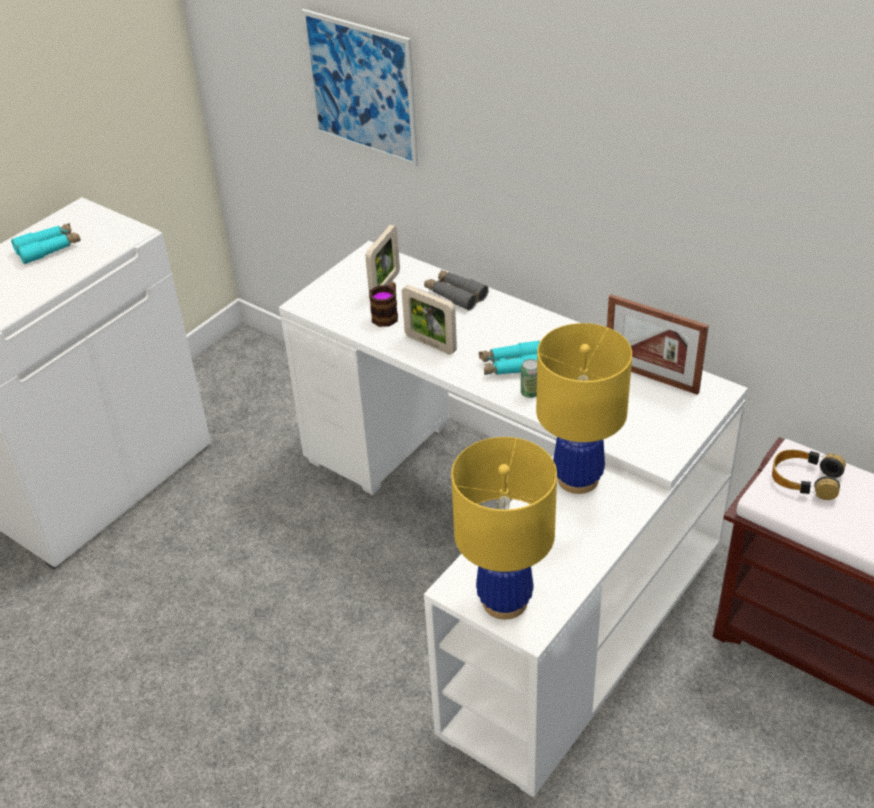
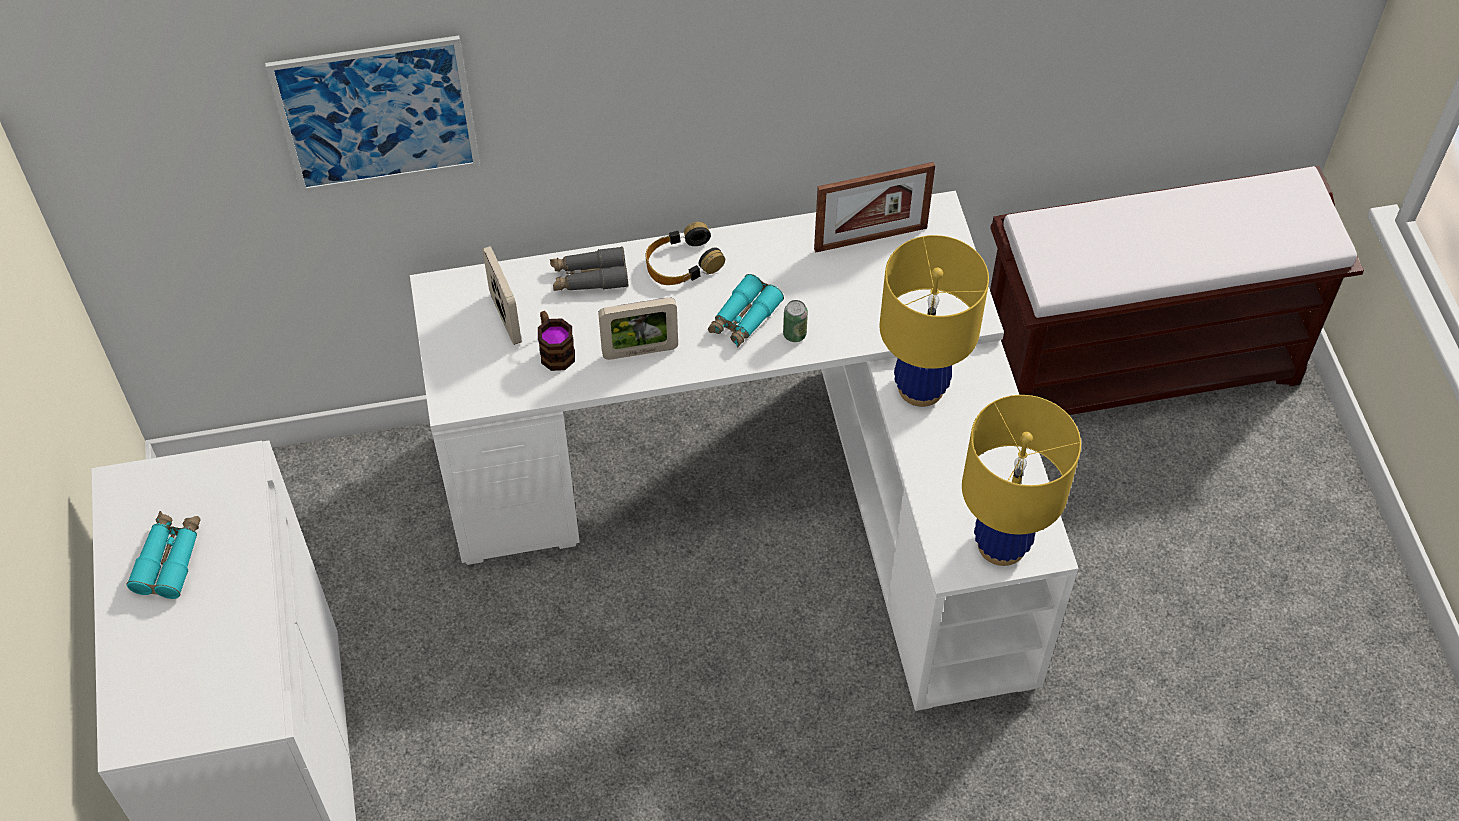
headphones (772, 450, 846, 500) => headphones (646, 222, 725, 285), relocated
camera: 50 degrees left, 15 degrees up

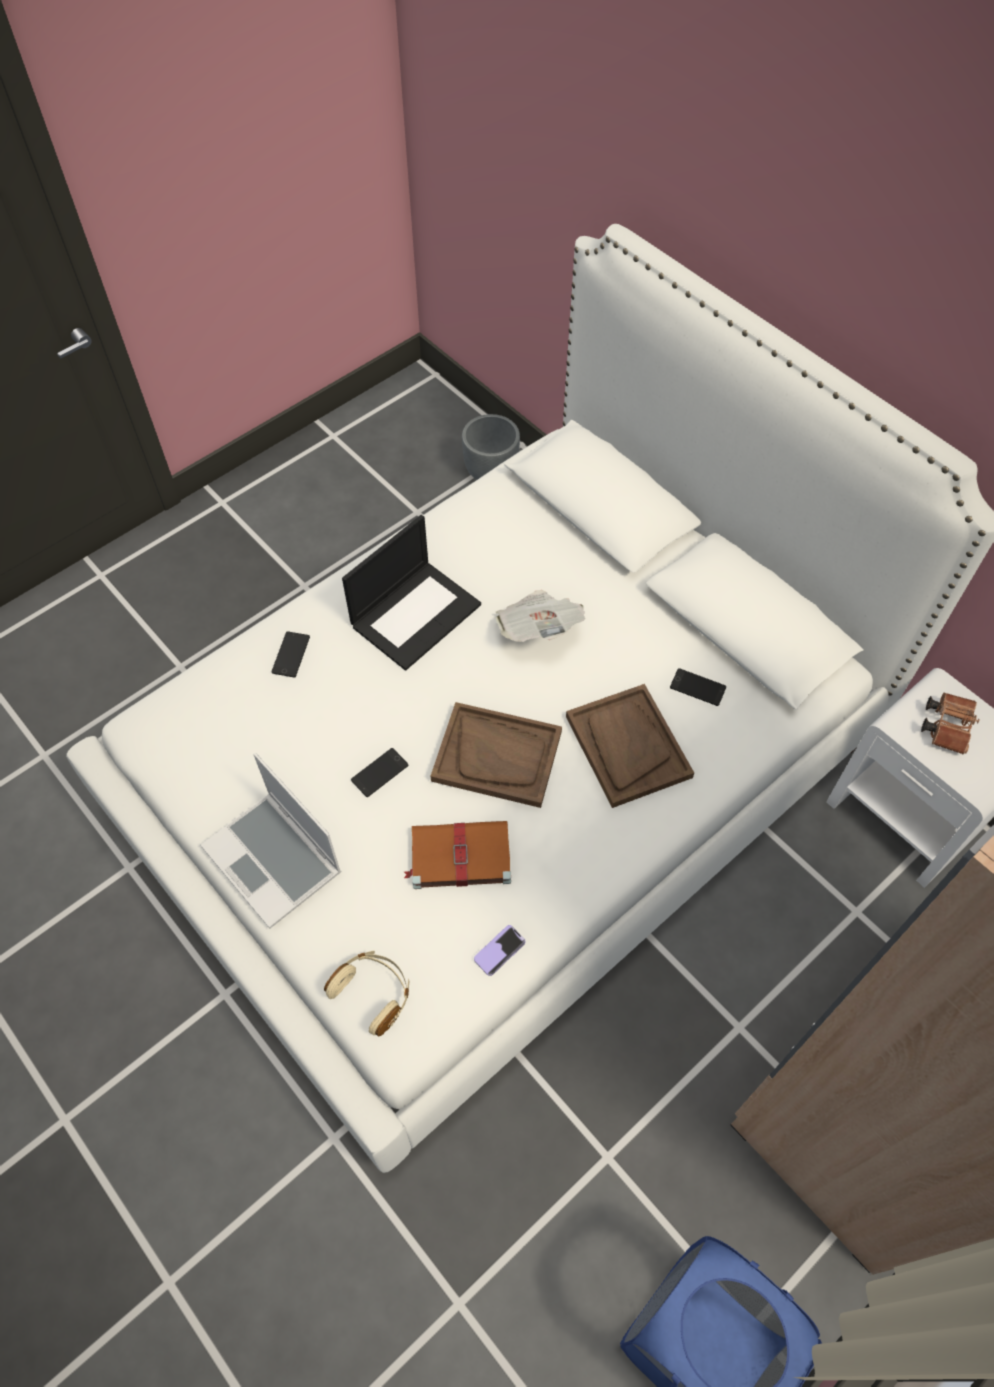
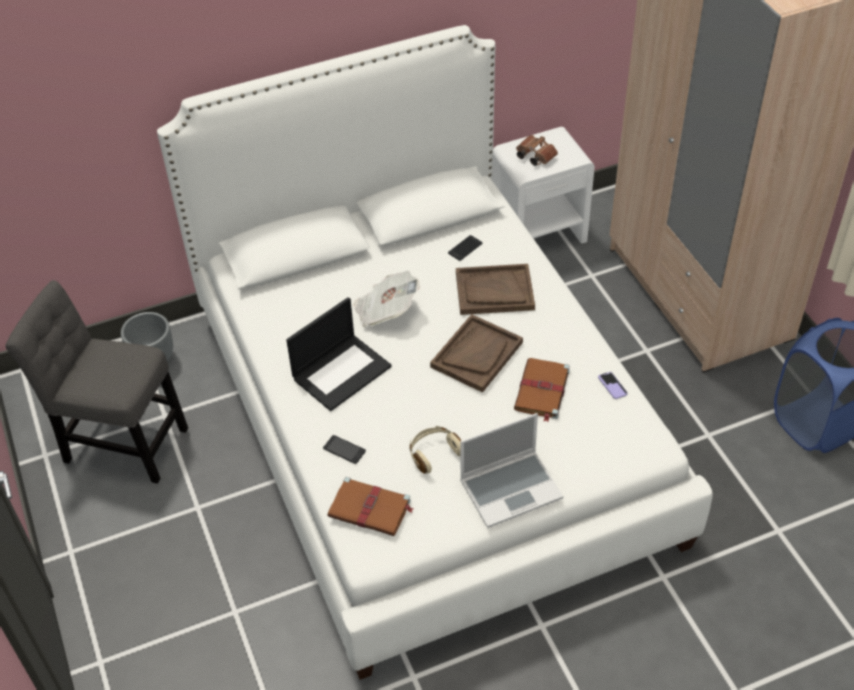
telephone (351, 748, 408, 797) => nothing
nothing => grey plain chair (5, 280, 188, 484)
nothing => brownish bound book (328, 477, 414, 536)
beige-coloured headphones (324, 951, 409, 1036) => beige-coloured headphones (410, 426, 461, 474), relocated
portable computer (342, 515, 481, 671) => portable computer (286, 297, 392, 411), 75 degrees clockwise
camera: 70 degrees left, 10 degrees down

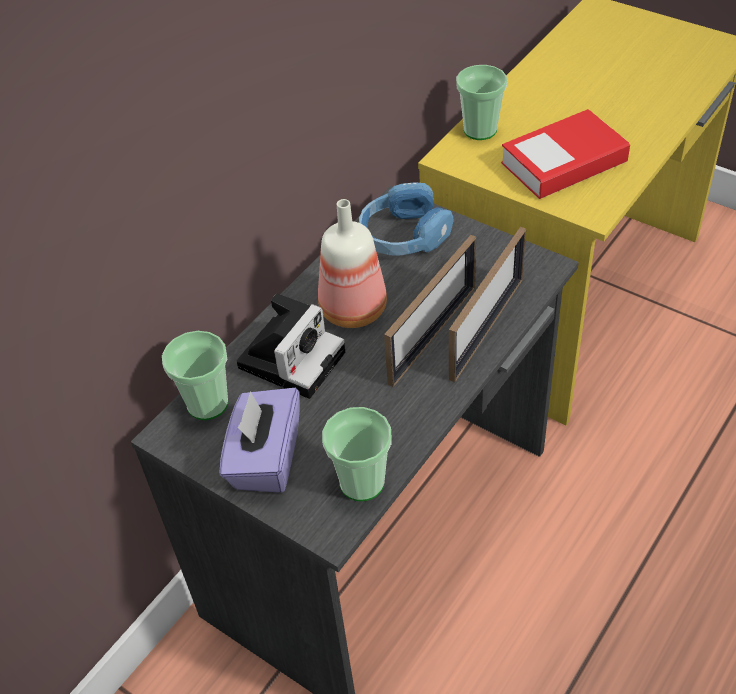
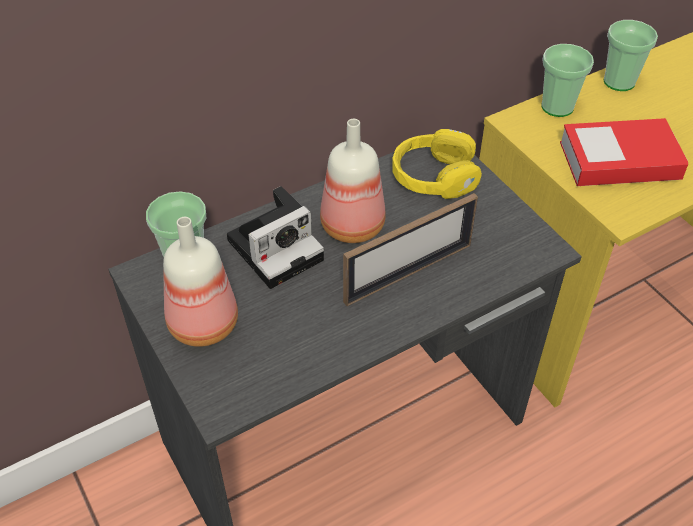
standing frame (449, 227, 526, 382) => nothing
cup (322, 407, 392, 501) => cup (604, 20, 658, 91), relocated
purple-coloured tissue holder (220, 388, 300, 493) => bottle (163, 217, 238, 347)
blue-coloured headphones (359, 182, 454, 256) => yellow headphones (392, 129, 482, 199)
camera: 20 degrees right, 0 degrees up

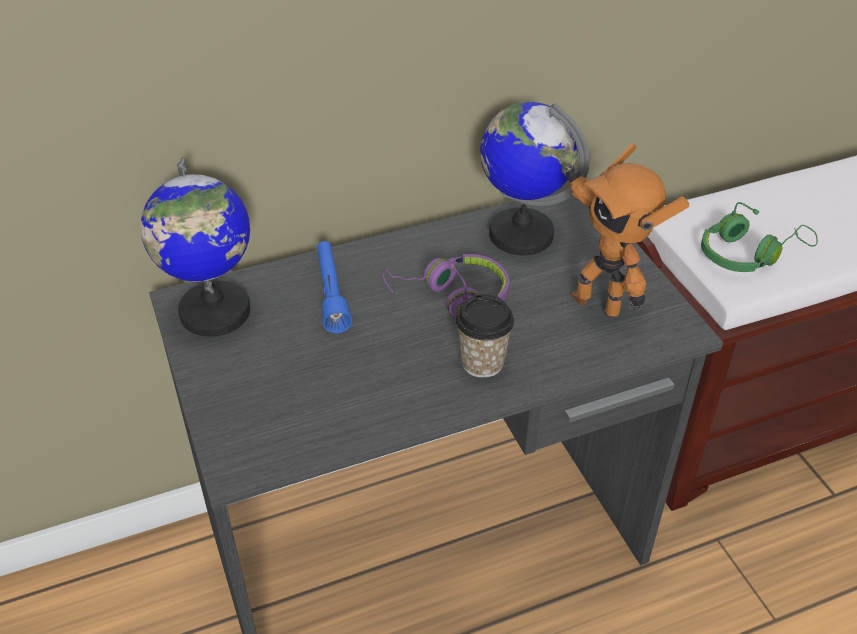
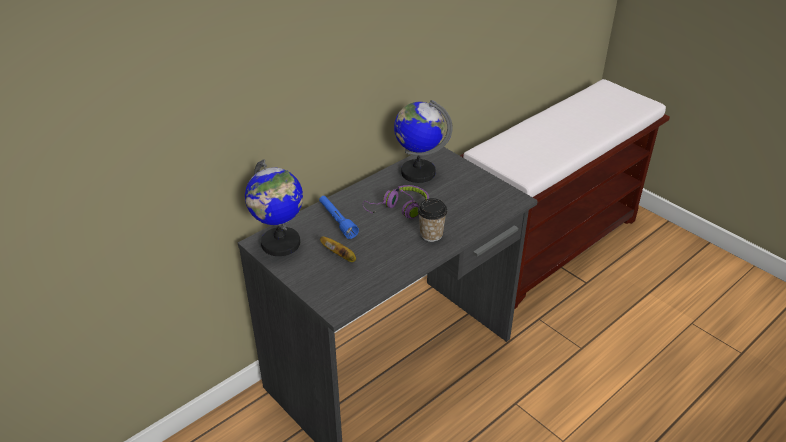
model robot (563, 143, 689, 317) => nothing
green-coloured headphones (701, 202, 818, 272) => nothing
nothing => banana fruit (320, 236, 356, 262)
camera: 20 degrees left, 5 degrees down

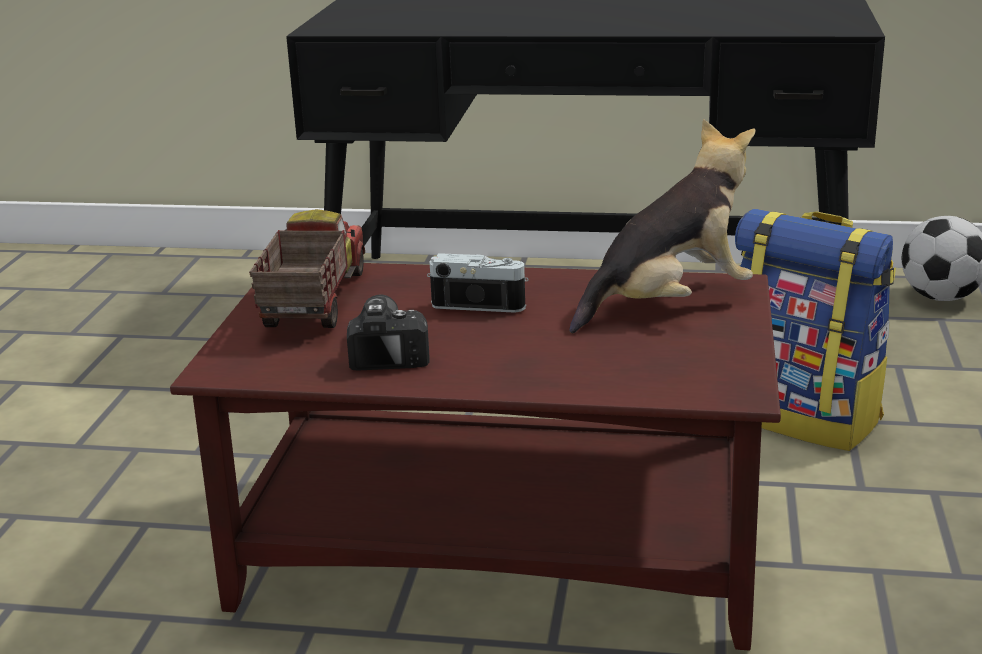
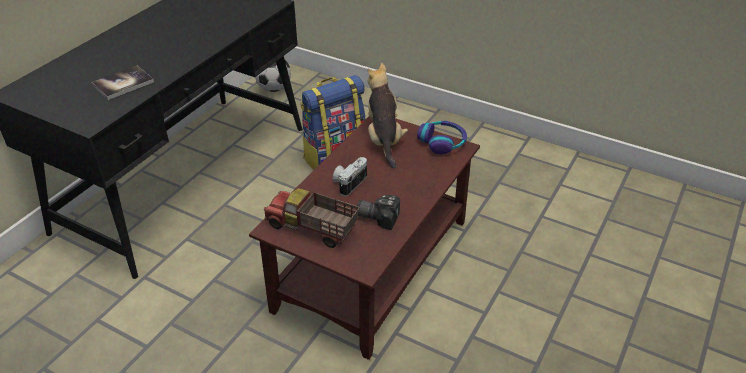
nothing => bound book (92, 66, 154, 100)
nothing => headphones (417, 121, 467, 155)
camera: 70 degrees left, 15 degrees up

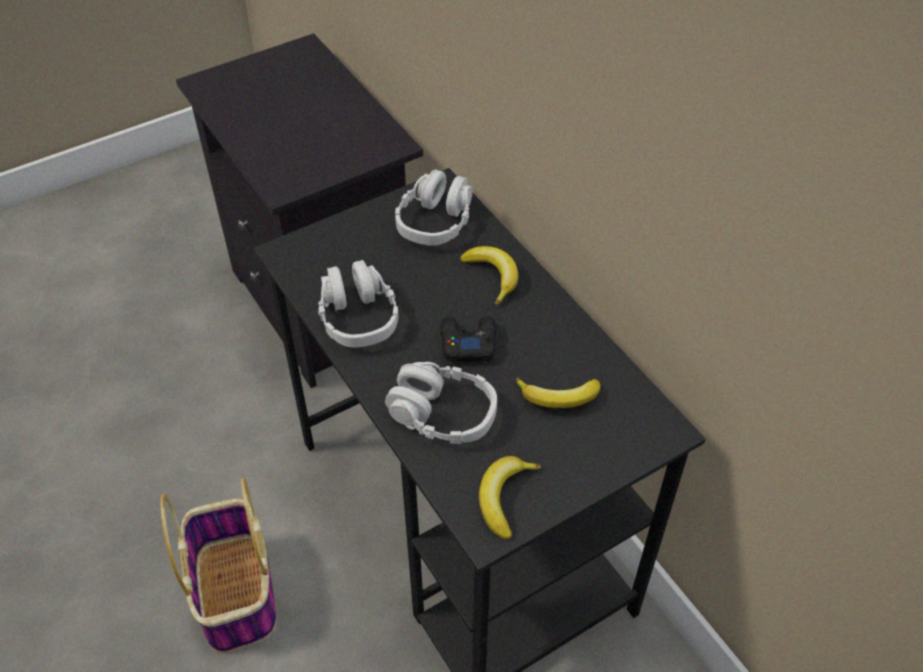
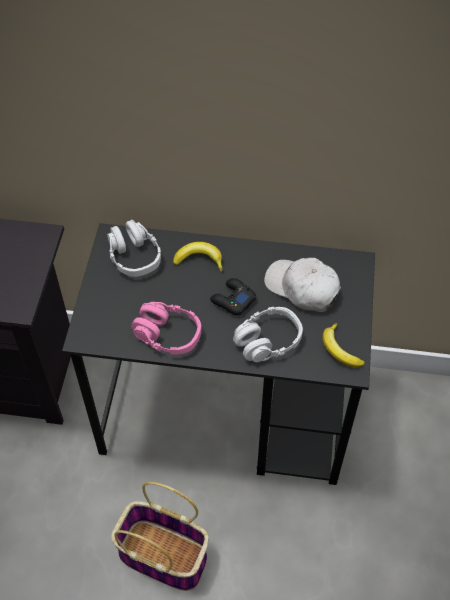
banana fruit (516, 378, 601, 408) => whitish baseball cap (264, 258, 341, 312)
grey headphones (318, 260, 398, 348) => pink-coloured headphones (131, 302, 201, 355)
camera: 50 degrees left, 5 degrees up

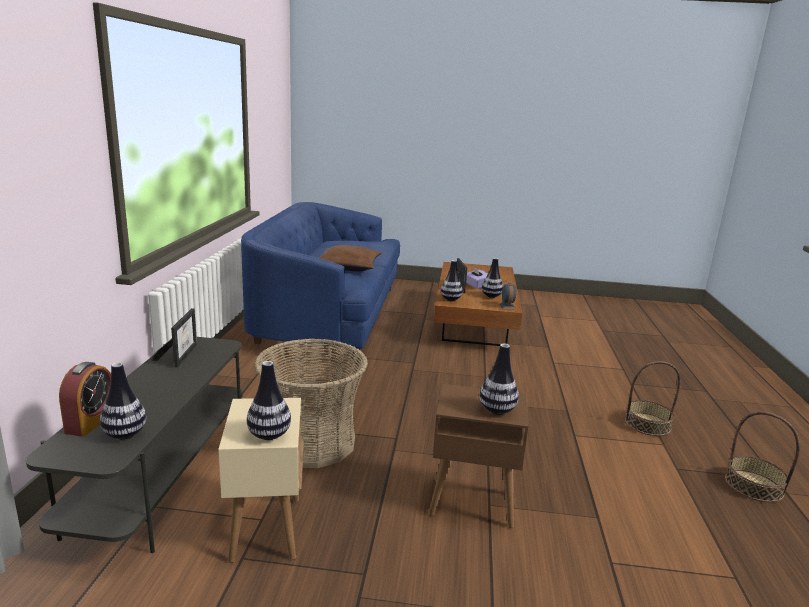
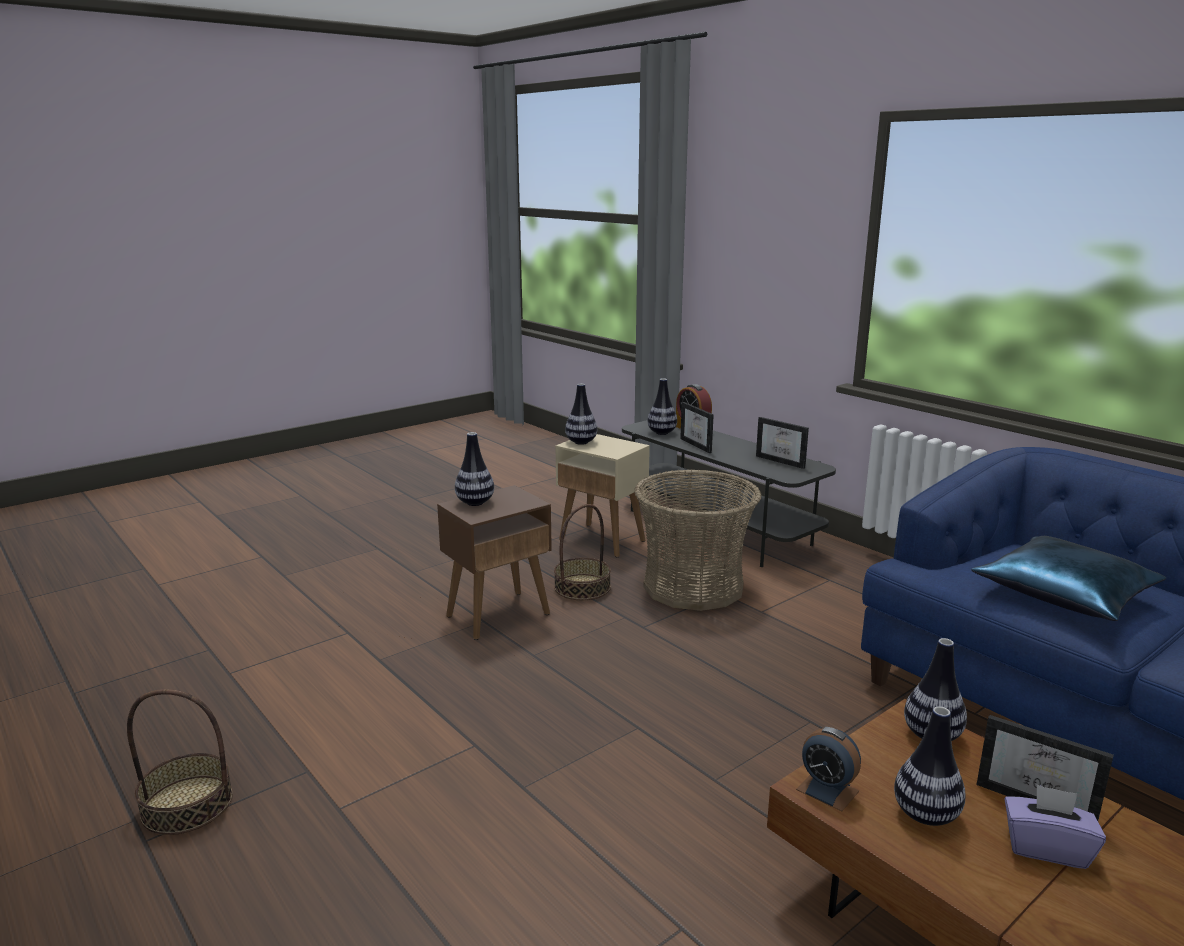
nothing => standing frame (680, 402, 714, 453)
basket (624, 361, 680, 436) => basket (554, 504, 611, 600), relocated
brownish cushion (319, 245, 382, 272) => blue-coloured cushion (971, 536, 1166, 621)
camera: 135 degrees right, 0 degrees up

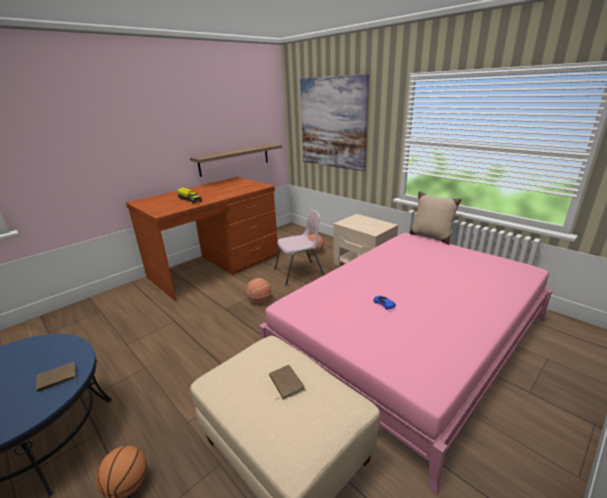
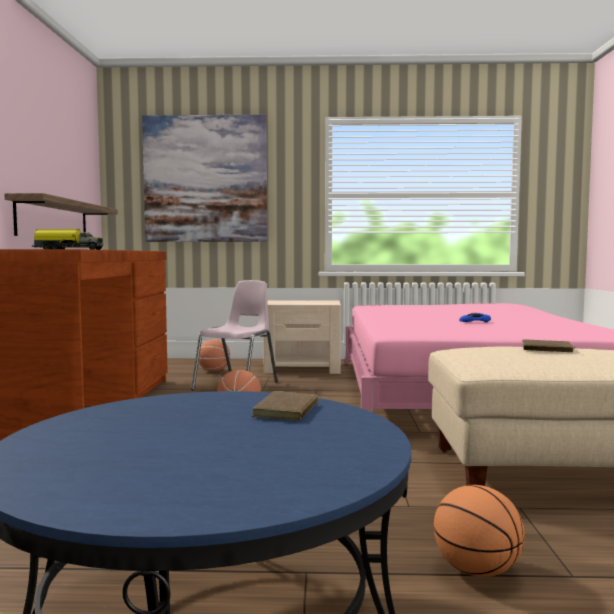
beige-coloured cushion (409, 191, 461, 245) => nothing
camera: 45 degrees left, 20 degrees down

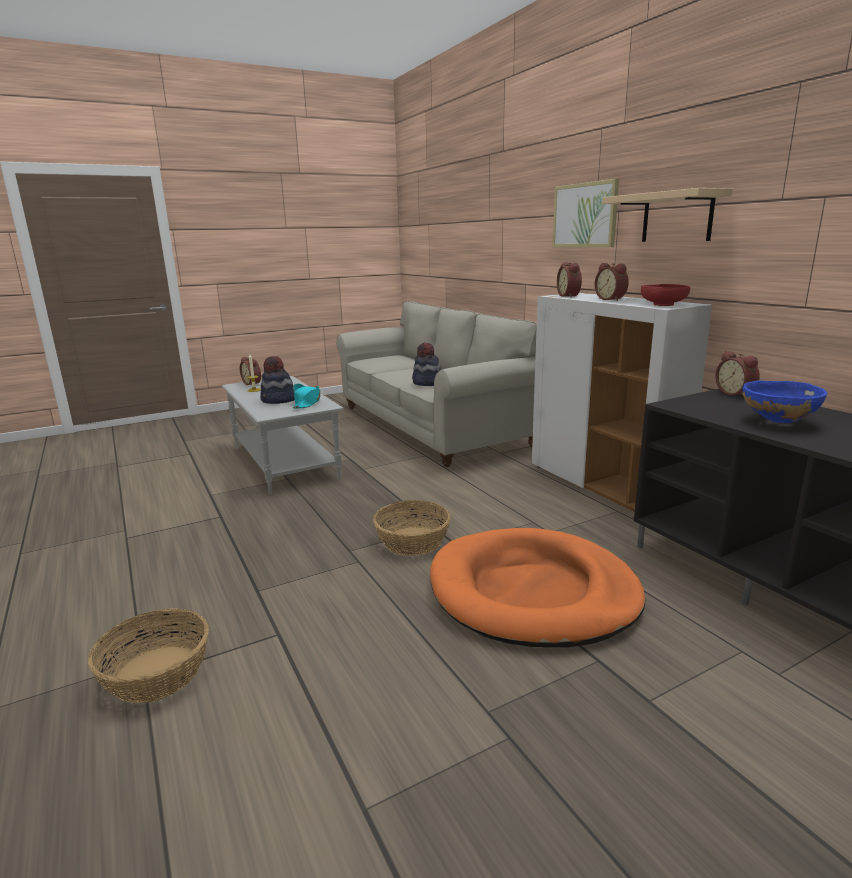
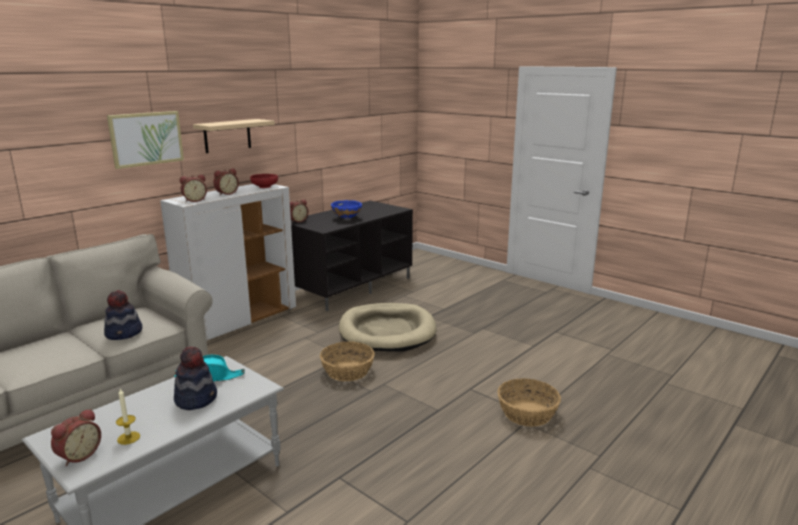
orange dog cushion (430, 528, 645, 647) => beige-coloured dog cushion (339, 303, 436, 352)
camera: 110 degrees left, 0 degrees up

